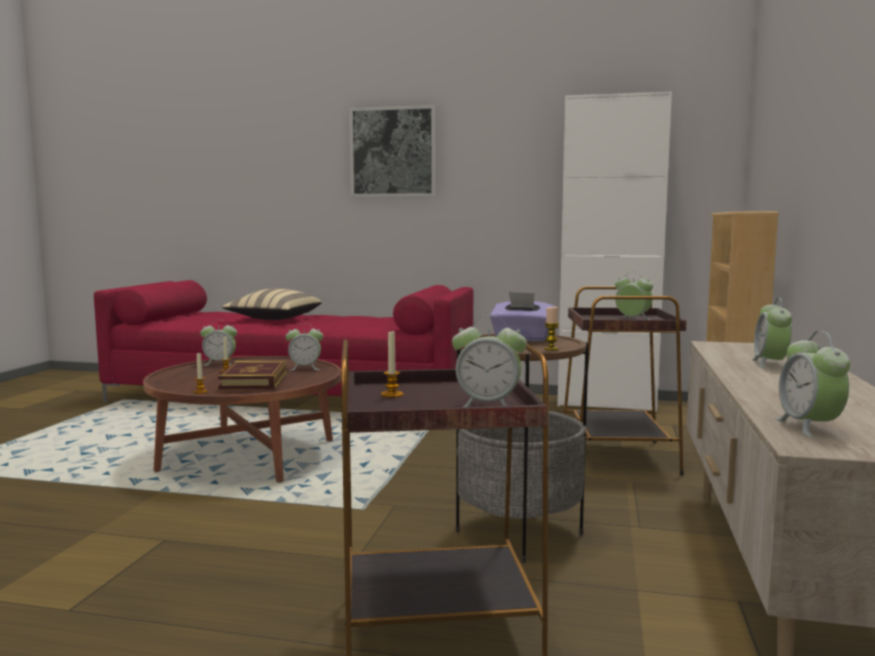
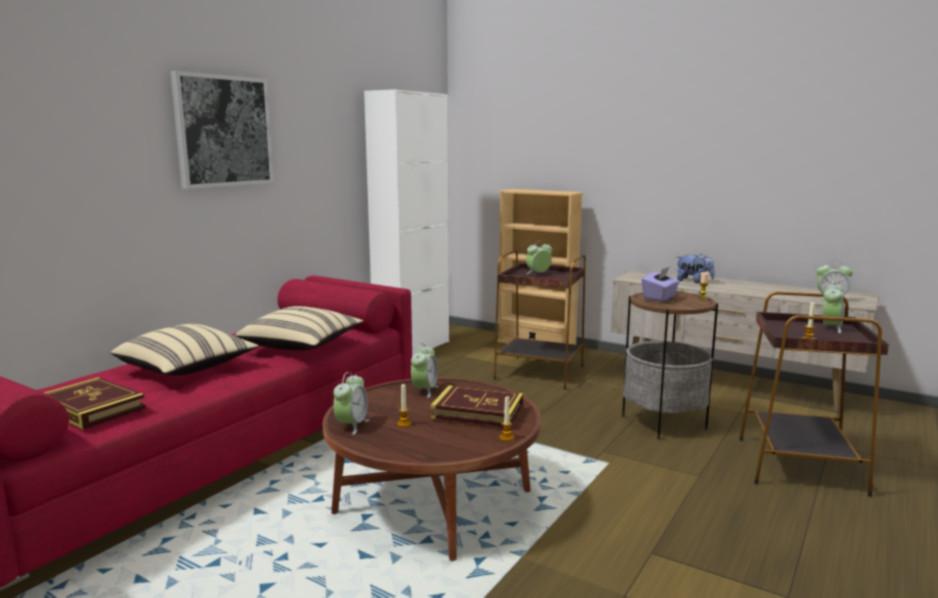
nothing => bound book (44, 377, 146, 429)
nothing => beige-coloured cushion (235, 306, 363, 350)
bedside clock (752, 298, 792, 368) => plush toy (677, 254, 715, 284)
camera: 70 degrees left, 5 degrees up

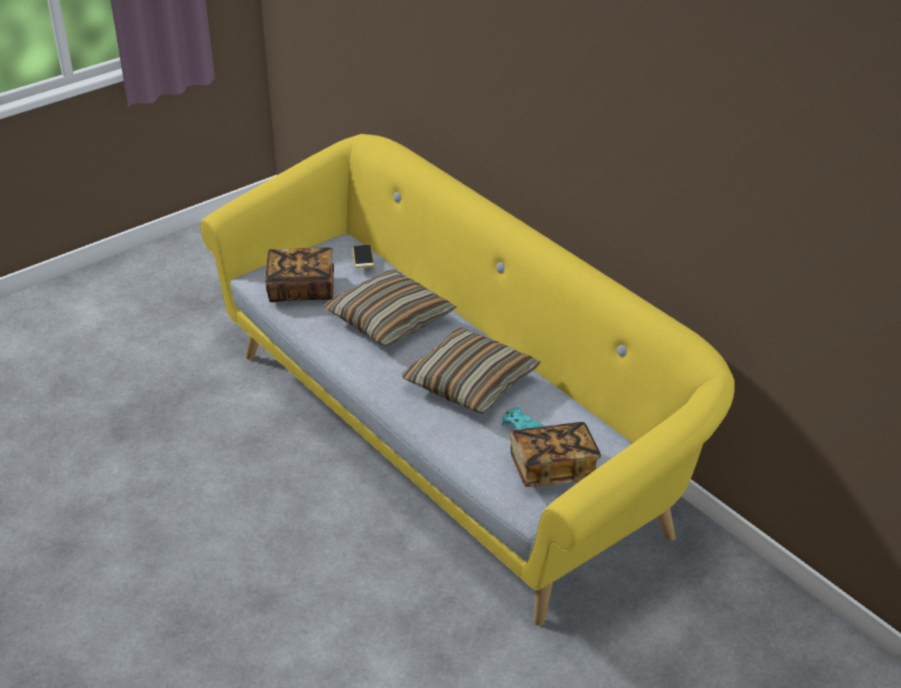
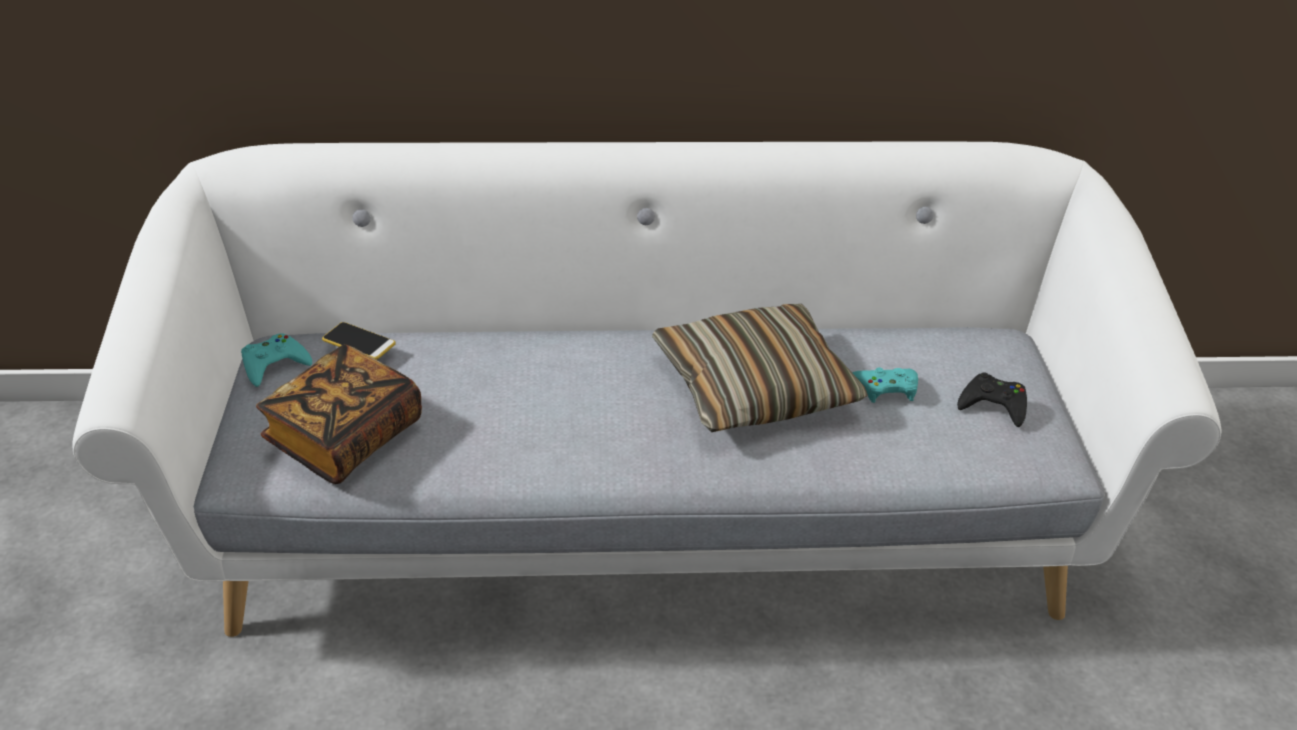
cushion (324, 270, 456, 347) => nothing
nothing => turquoise-coloured game controller (241, 333, 312, 387)
bound book (510, 422, 601, 487) => black game controller (957, 373, 1027, 427)
yellow sofa (200, 134, 735, 626) => whitish sofa (72, 141, 1222, 637)
camera: 55 degrees left, 0 degrees up

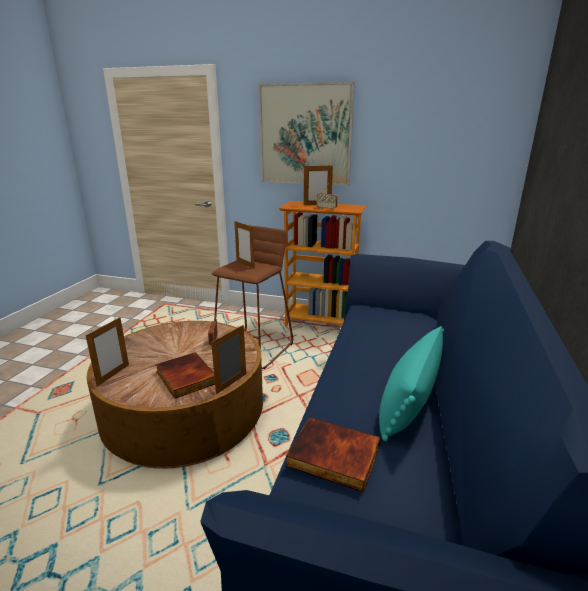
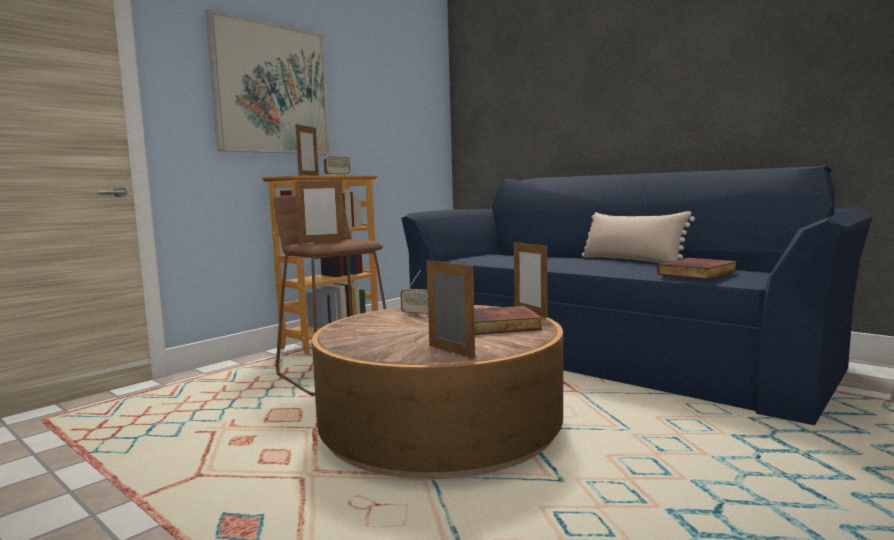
turquoise-coloured cushion (379, 326, 444, 441) => beige-coloured cushion (582, 211, 695, 264)
camera: 65 degrees left, 15 degrees down

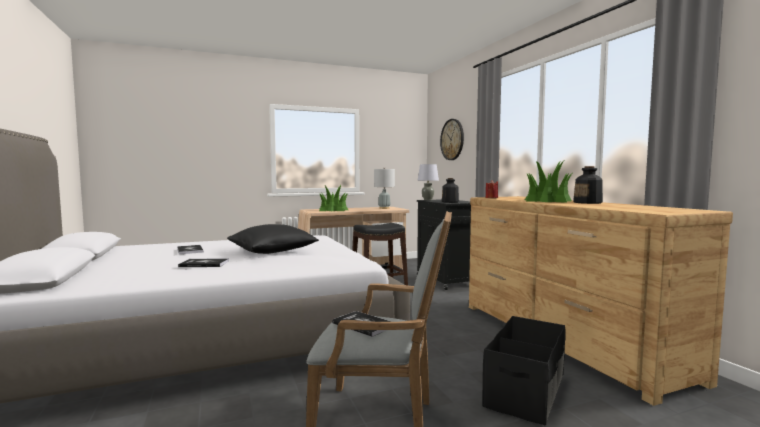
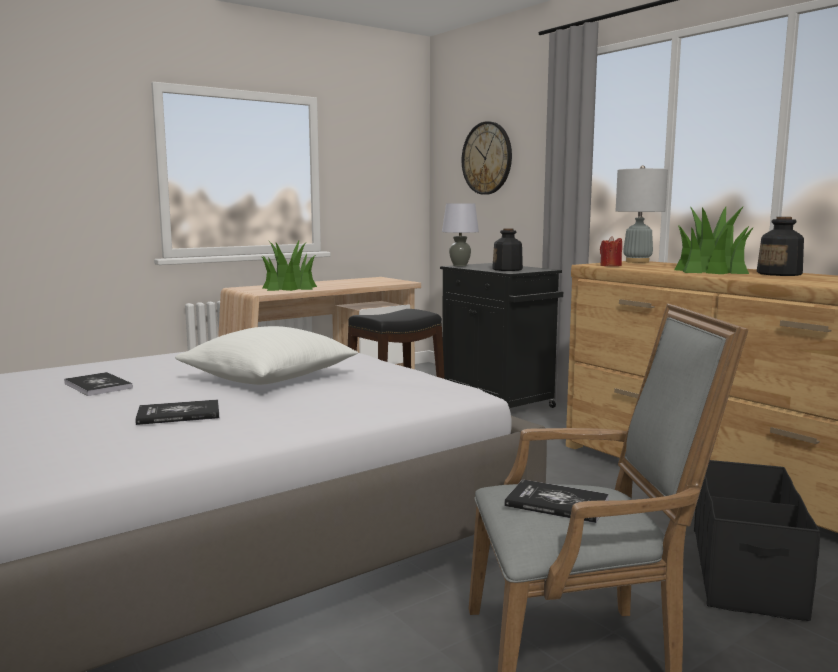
grey table lamp (374, 167, 395, 209) => grey table lamp (616, 165, 668, 263), relocated
black cushion (227, 224, 319, 254) => whitish cushion (175, 326, 358, 385)
camera: 15 degrees left, 5 degrees up

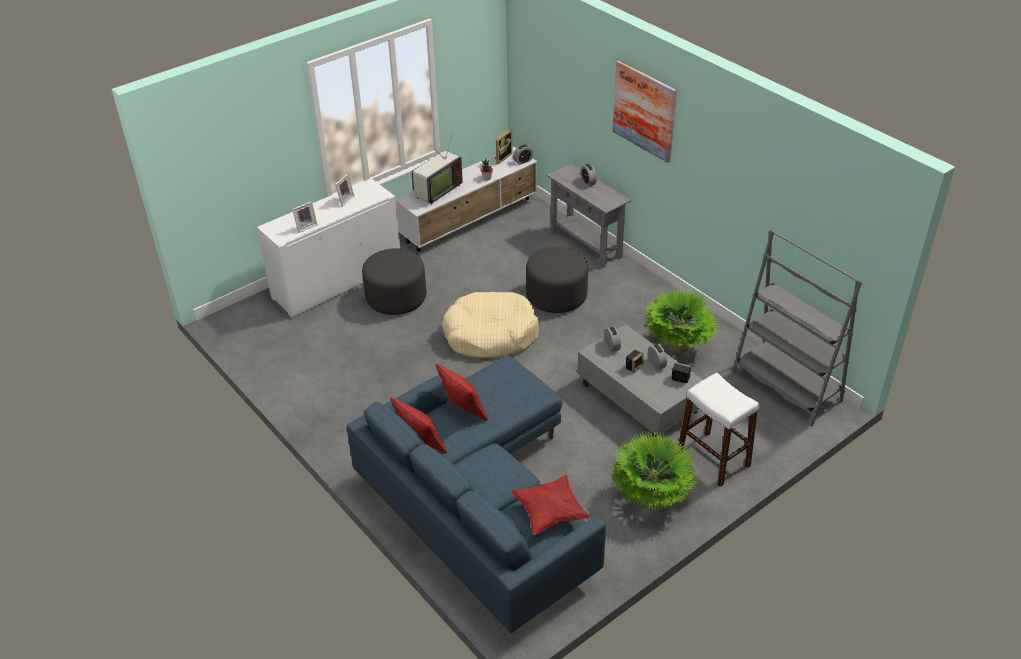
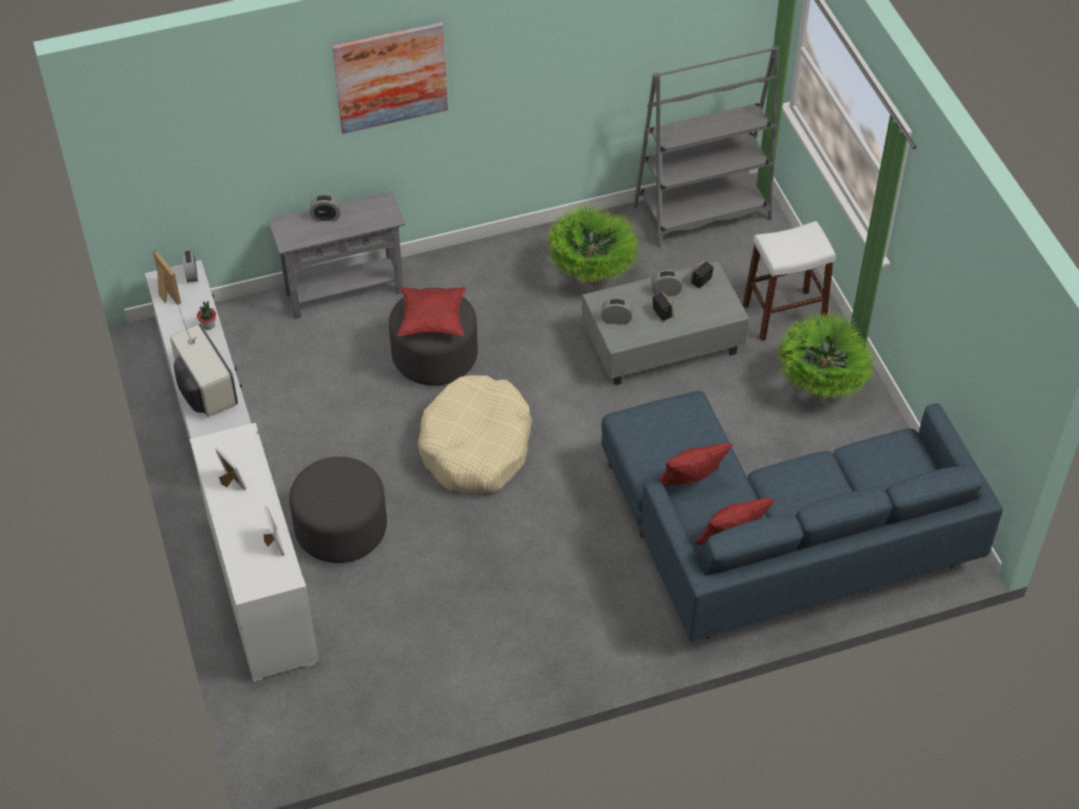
red-coloured cushion (511, 475, 590, 535) => red-coloured cushion (397, 287, 465, 336), relocated
camera: 70 degrees left, 10 degrees up

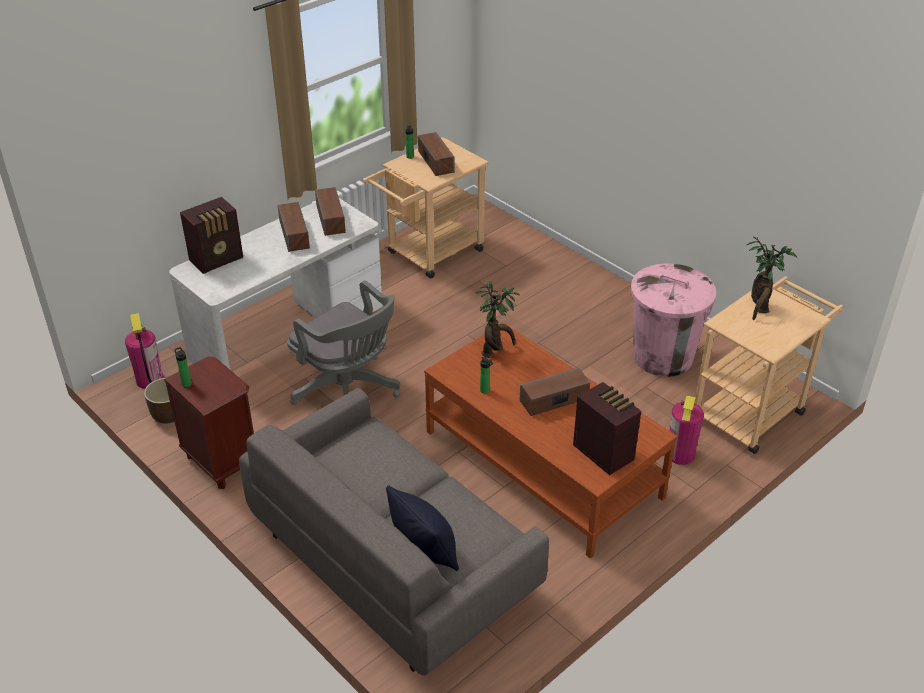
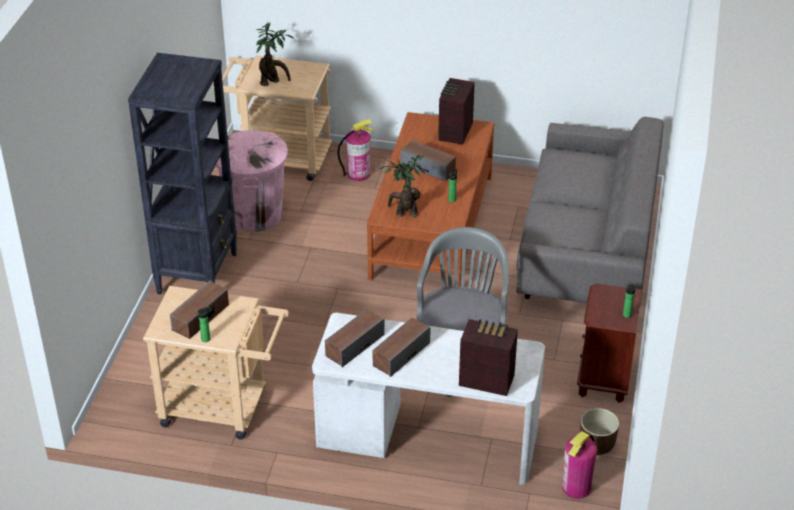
black cushion (386, 485, 459, 571) => nothing
nothing => black bookshelf (128, 53, 237, 295)
camera: 125 degrees left, 0 degrees up

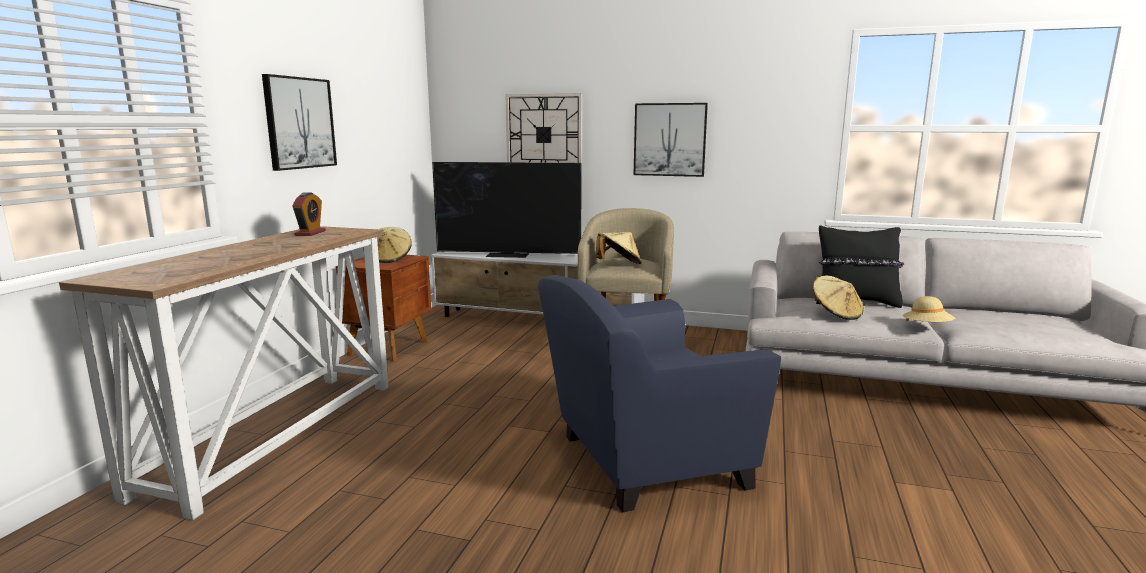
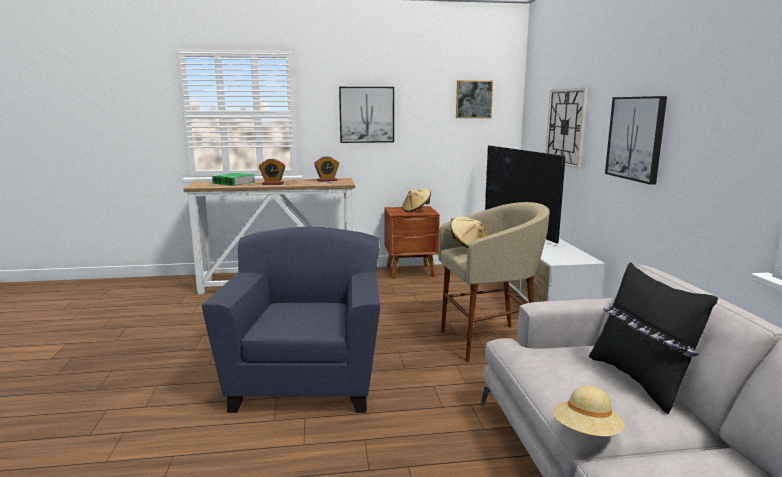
beige-coloured clothing hat (813, 276, 864, 320) => nothing
nothing => bound book (212, 173, 255, 186)
nothing => bedside clock (259, 159, 285, 185)
nothing => wall art (456, 80, 493, 118)
blue-coloured easy chair (538, 275, 781, 513) => blue-coloured easy chair (202, 227, 380, 413), 45 degrees clockwise
camera: 65 degrees right, 0 degrees up

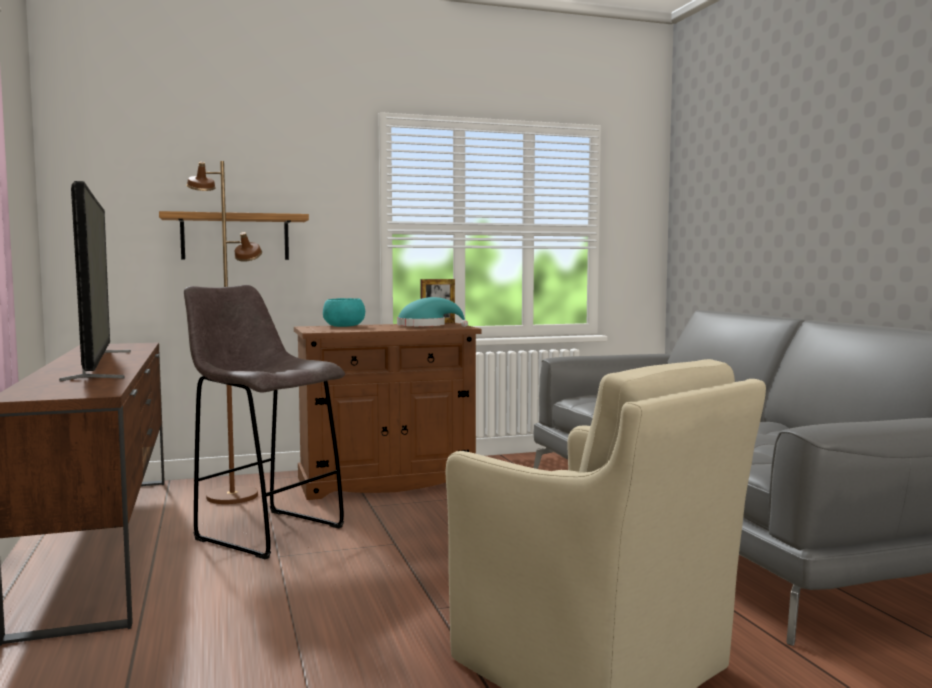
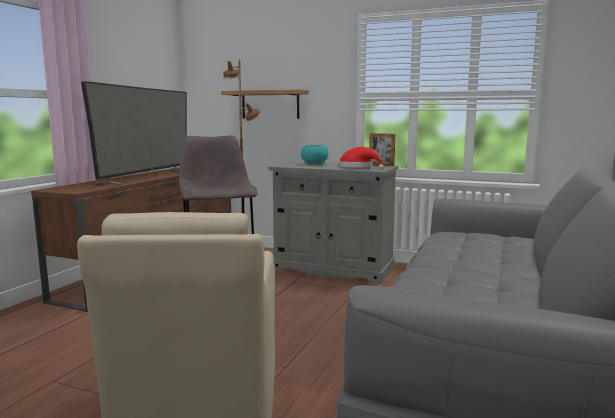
brownish storage cabinet (294, 323, 481, 500) => grey storage cabinet (269, 162, 399, 284)
turquoise-coloured clothing hat (397, 297, 468, 327) => red-coloured clothing hat (339, 147, 384, 170)
camera: 40 degrees right, 5 degrees up

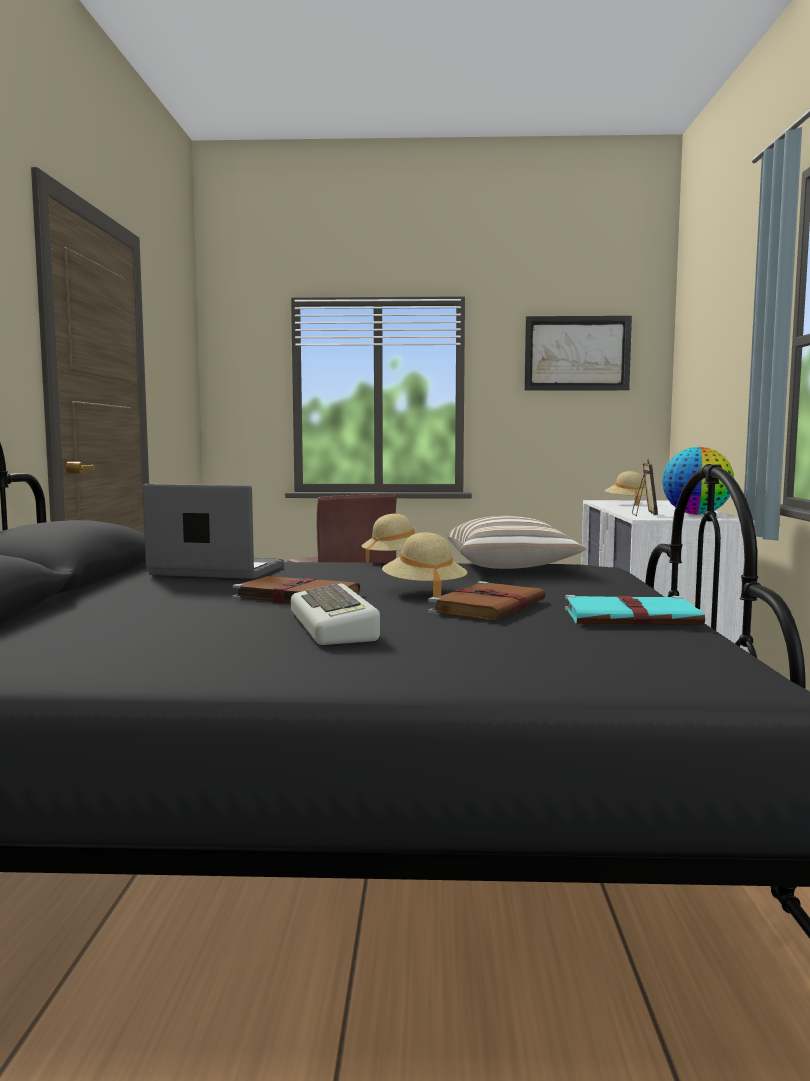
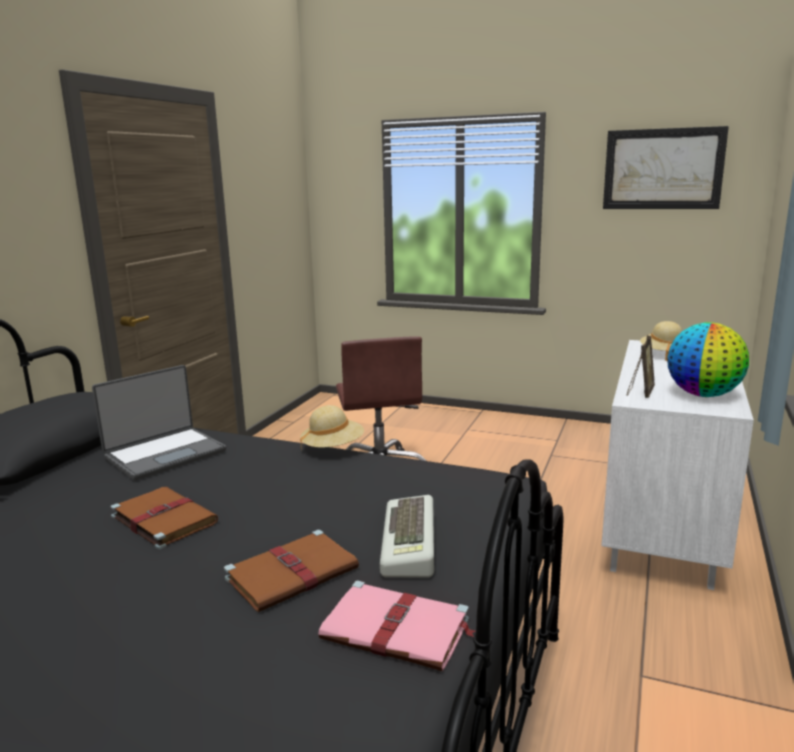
beige-coloured clothing hat (382, 532, 467, 597) => nothing
cushion (447, 516, 586, 569) => nothing
computer keyboard (291, 583, 380, 645) => computer keyboard (380, 495, 434, 578), relocated
turquoise-coloured bound book (565, 595, 705, 625) => pink-coloured bound book (318, 580, 476, 671)
portable computer (143, 484, 284, 579) => portable computer (92, 365, 226, 481), 105 degrees clockwise
camera: 20 degrees right, 10 degrees up

